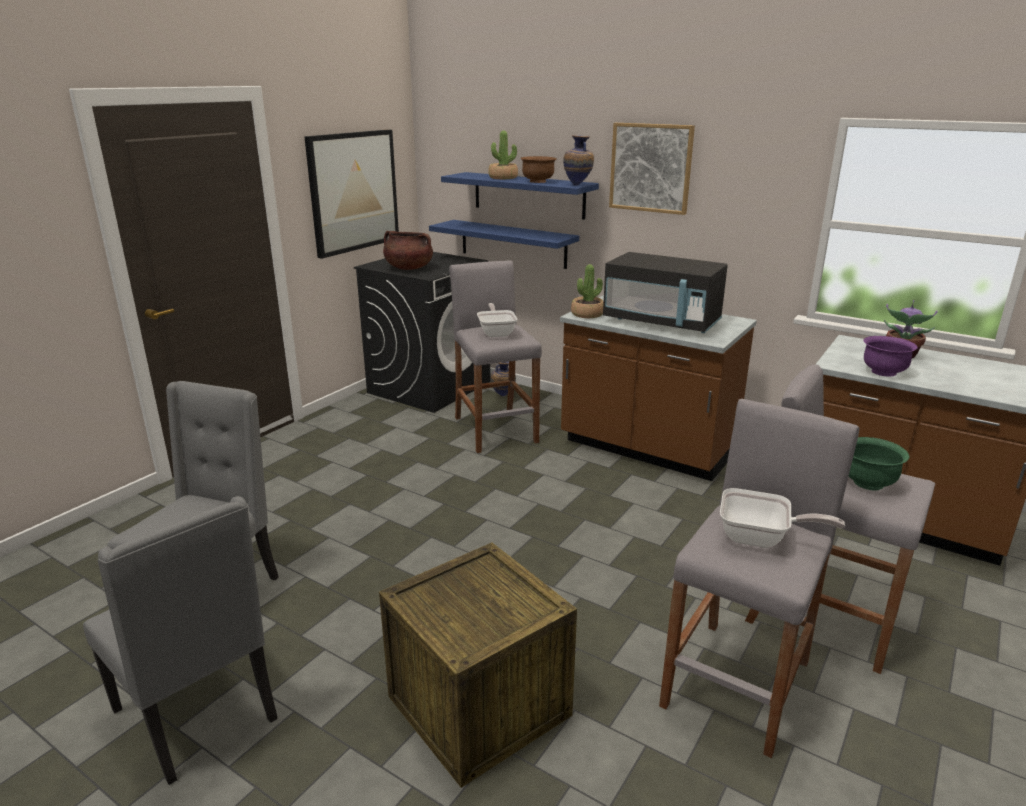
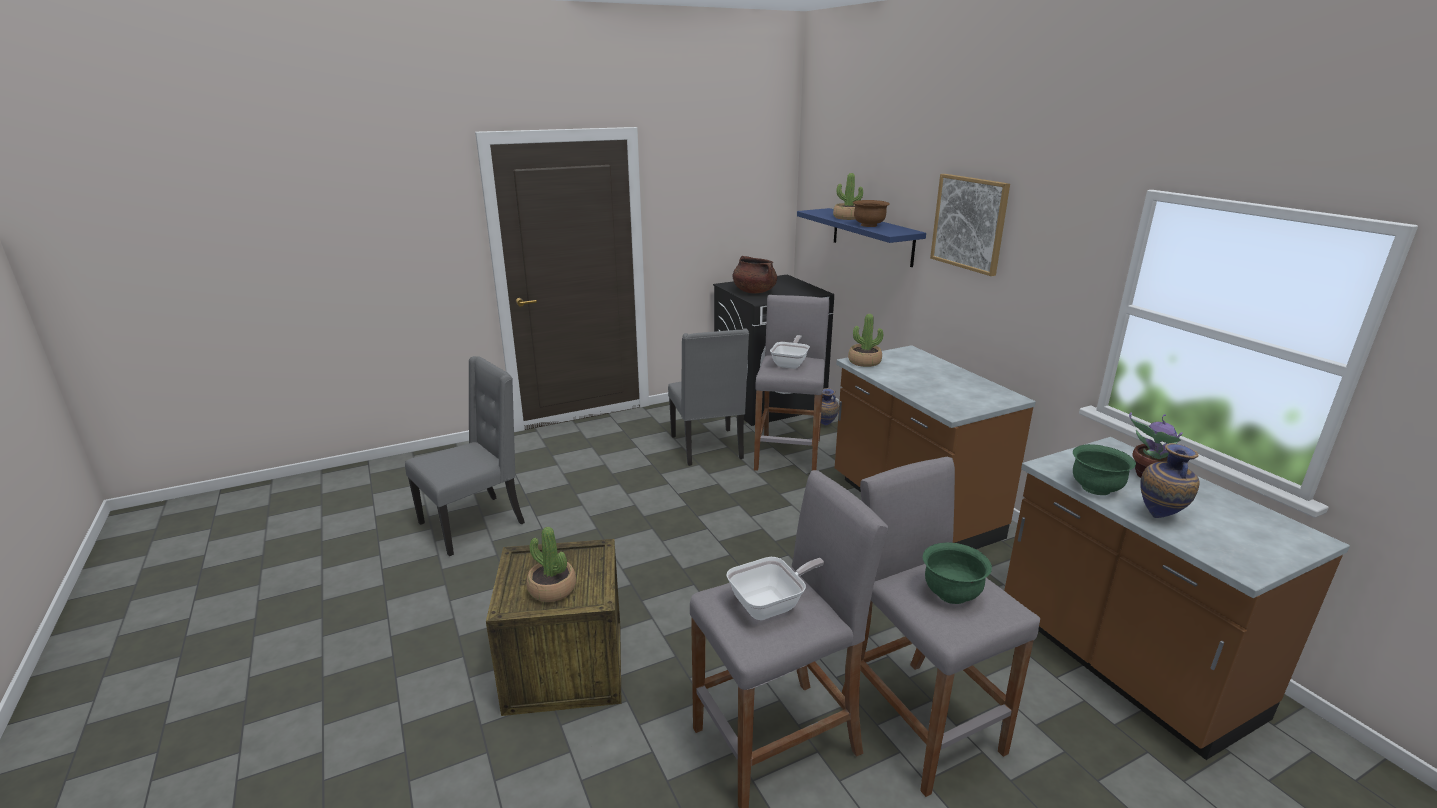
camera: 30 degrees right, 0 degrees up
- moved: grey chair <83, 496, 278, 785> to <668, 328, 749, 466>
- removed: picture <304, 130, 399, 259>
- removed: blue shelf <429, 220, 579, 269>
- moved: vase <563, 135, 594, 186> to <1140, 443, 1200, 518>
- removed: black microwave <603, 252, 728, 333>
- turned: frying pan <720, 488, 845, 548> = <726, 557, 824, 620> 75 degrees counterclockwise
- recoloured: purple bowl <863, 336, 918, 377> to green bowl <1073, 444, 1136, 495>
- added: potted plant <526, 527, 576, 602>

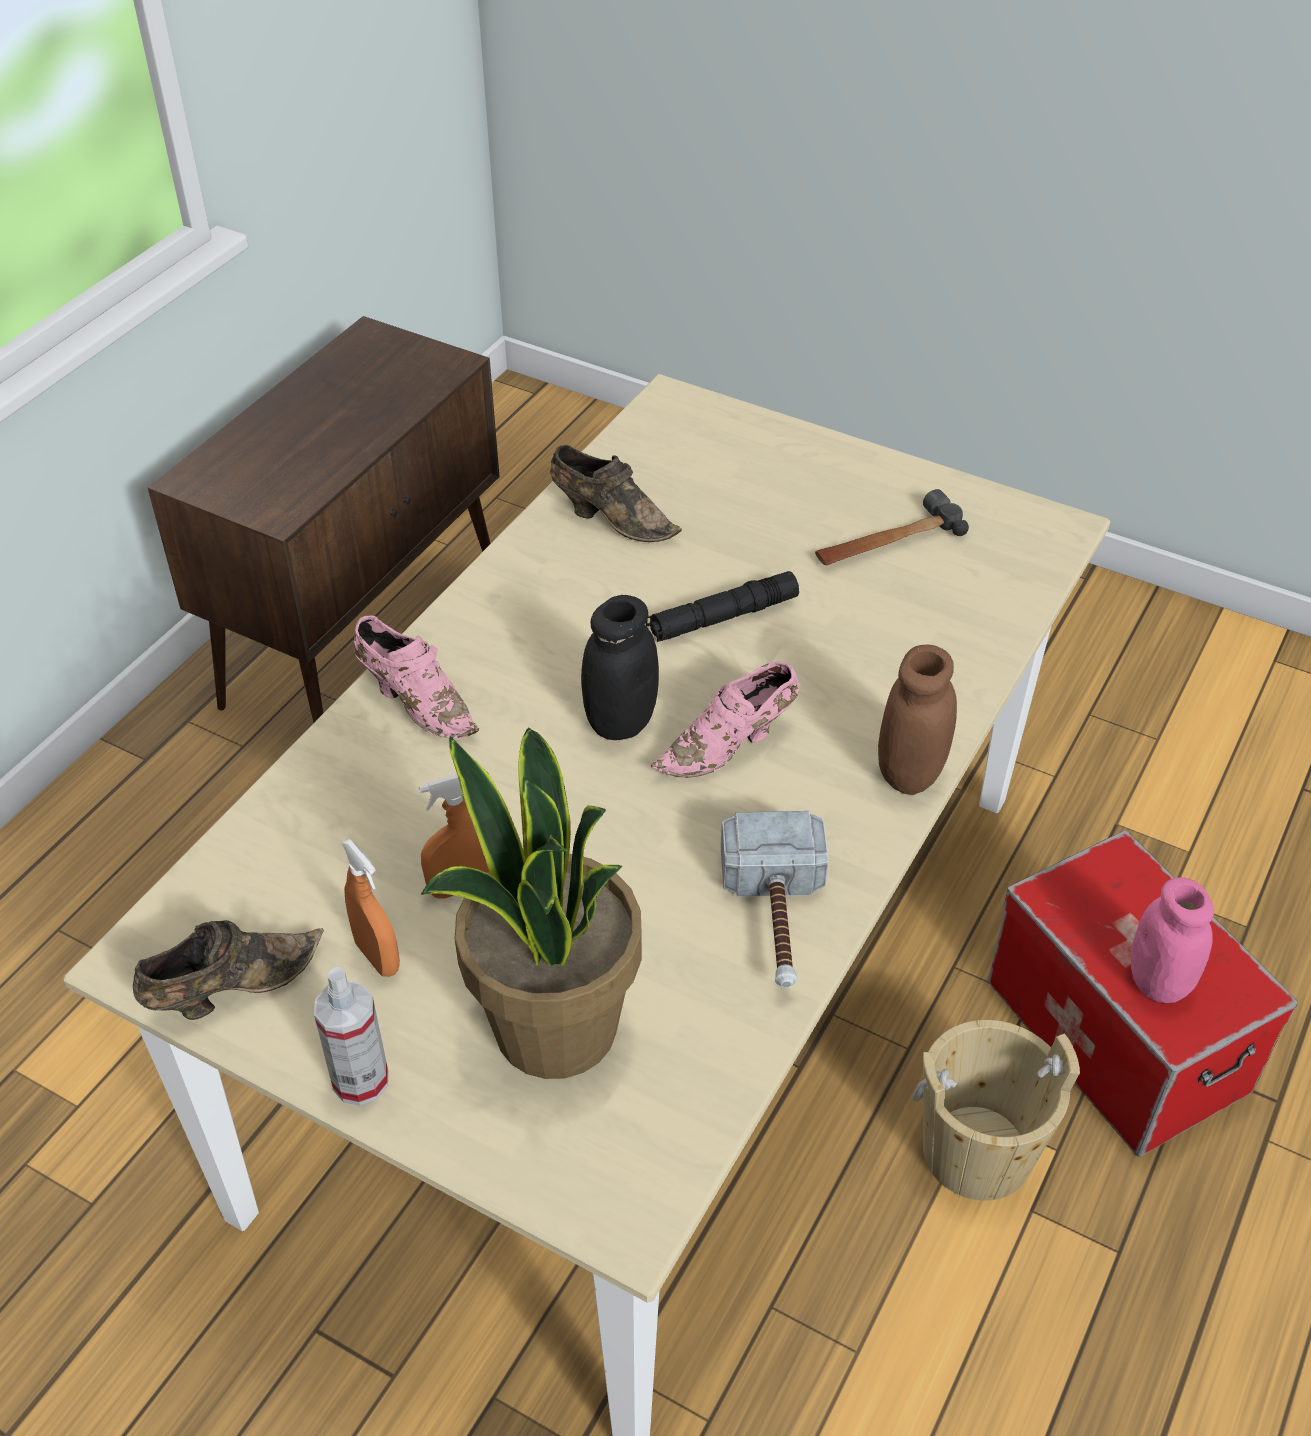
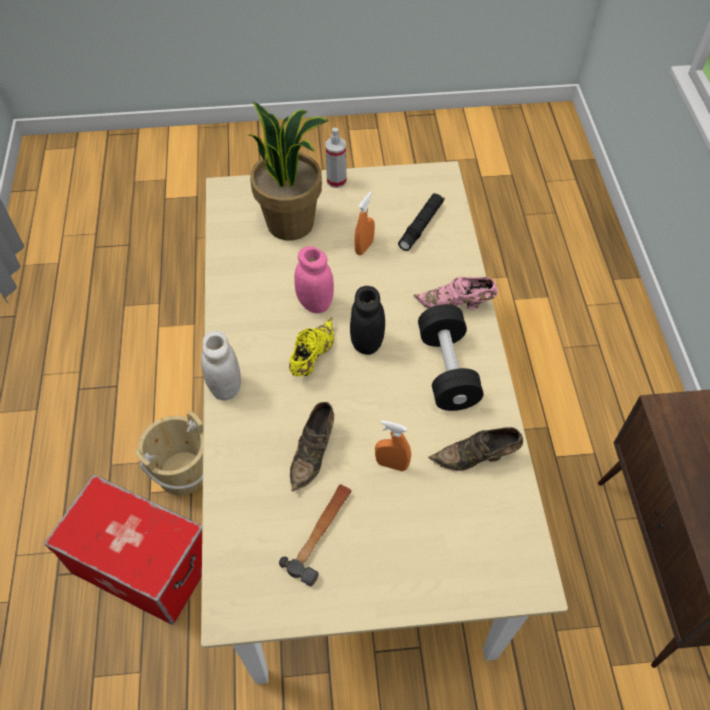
camera: 145 degrees right, 10 degrees up
- moved: brown shoe <133, 920, 324, 1020> to <290, 402, 334, 492>
- moved: orange spray bottle <342, 839, 400, 977> to <375, 420, 411, 471>
- moved: black flashlight <646, 571, 799, 642> to <398, 193, 445, 251>
- recoloured: pink shoe <651, 662, 799, 778> to yellow shoe <289, 318, 334, 377>
- removed: hammer <721, 811, 828, 988>
- recoloured: brown jar <878, 645, 957, 795> to white jar <201, 331, 241, 401>
- moved: pink jar <1131, 877, 1214, 1003> to <294, 246, 334, 313>
- added: black dumbbell <418, 304, 484, 411>

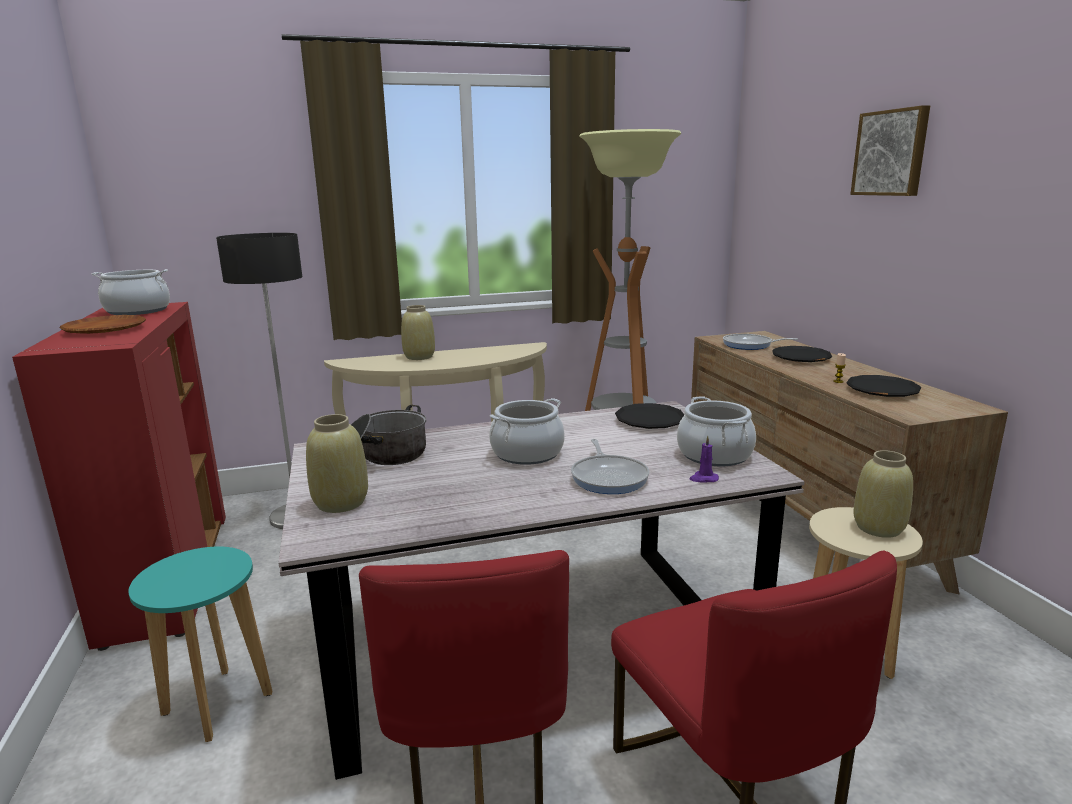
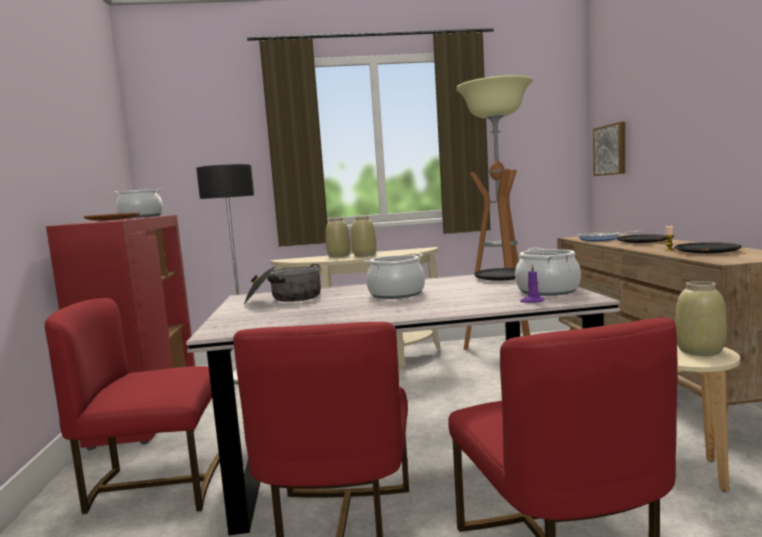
camera: 10 degrees right, 10 degrees down
- replaced: turquoise stool <128, 547, 272, 742> to red chair <45, 298, 220, 514>
- moved: beige vase <306, 414, 368, 513> to <351, 216, 377, 257>
- removed: frying pan <571, 439, 649, 494>
- moved: picture <850, 105, 930, 196> to <593, 122, 625, 176>

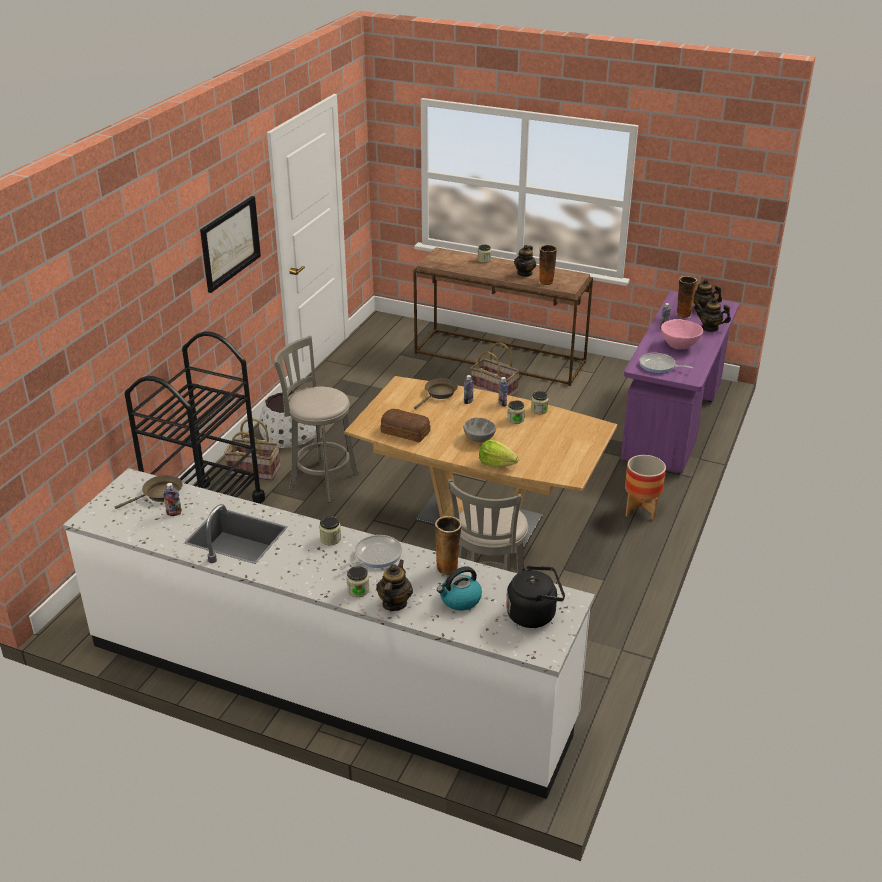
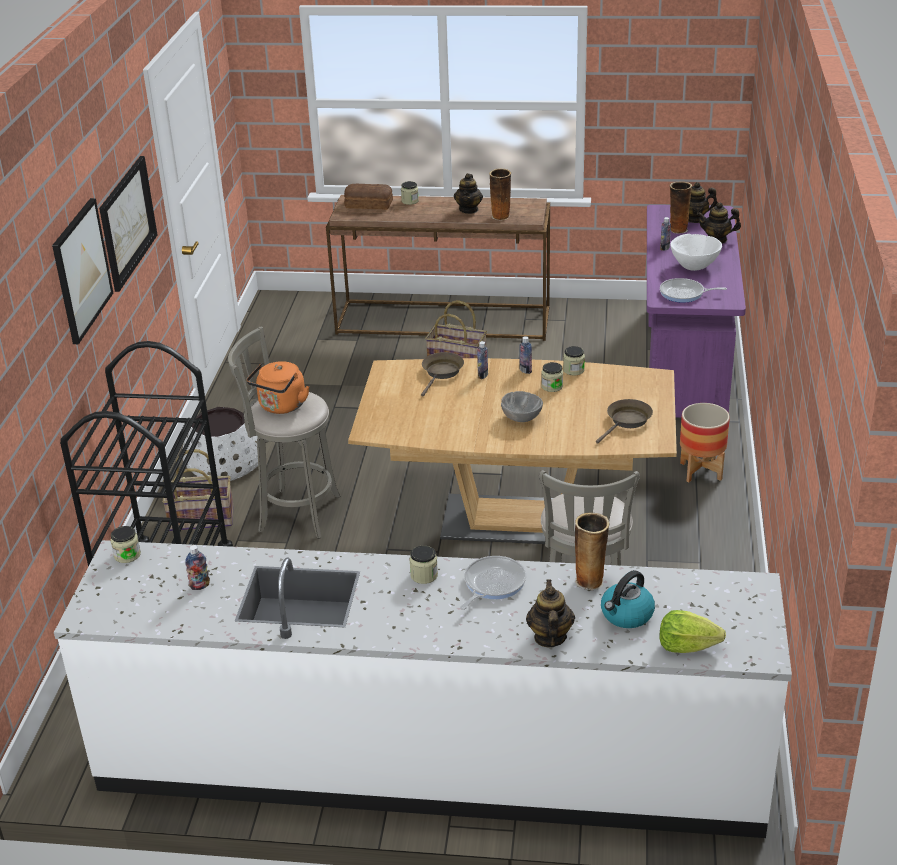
camera: 15 degrees left, 0 degrees up
- moved: brown frying pan <115, 475, 183, 509> to <596, 399, 653, 444>
- moved: jar <346, 566, 369, 597> to <111, 526, 141, 563>
- moved: bread <380, 409, 431, 442> to <344, 183, 393, 210>
- moved: lettuce <479, 439, 519, 467> to <659, 610, 726, 653>
- removed: black kettle <506, 566, 565, 628>
- recoloured: pink bowl <661, 319, 703, 350> to white bowl <670, 234, 722, 271>
- added: picture <52, 198, 113, 344>
- added: orange kettle <246, 361, 309, 414>

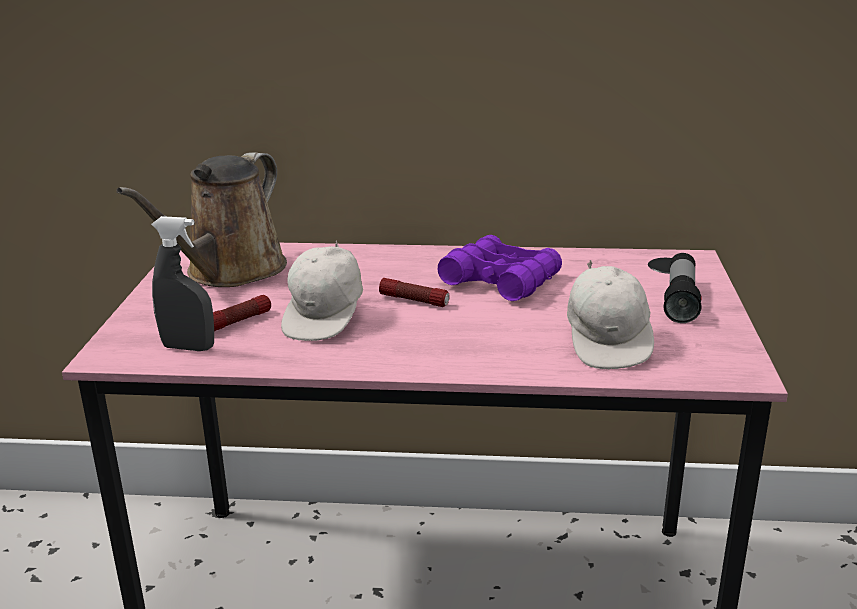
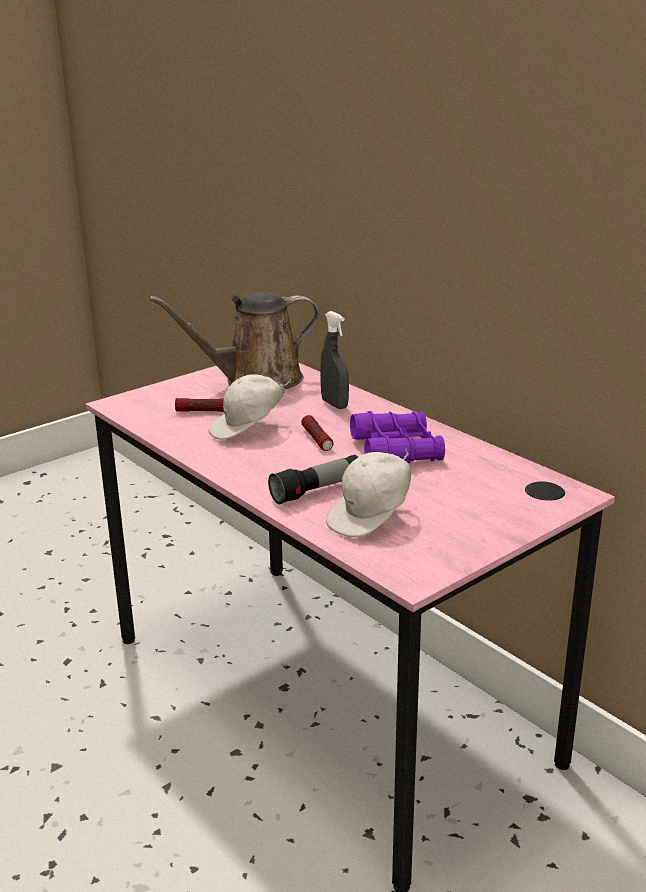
camera: 45 degrees right, 0 degrees up
- moved: grey spray bottle <151, 216, 214, 351> to <320, 311, 349, 409>
- moved: flashlight <664, 253, 701, 323> to <268, 455, 358, 505>

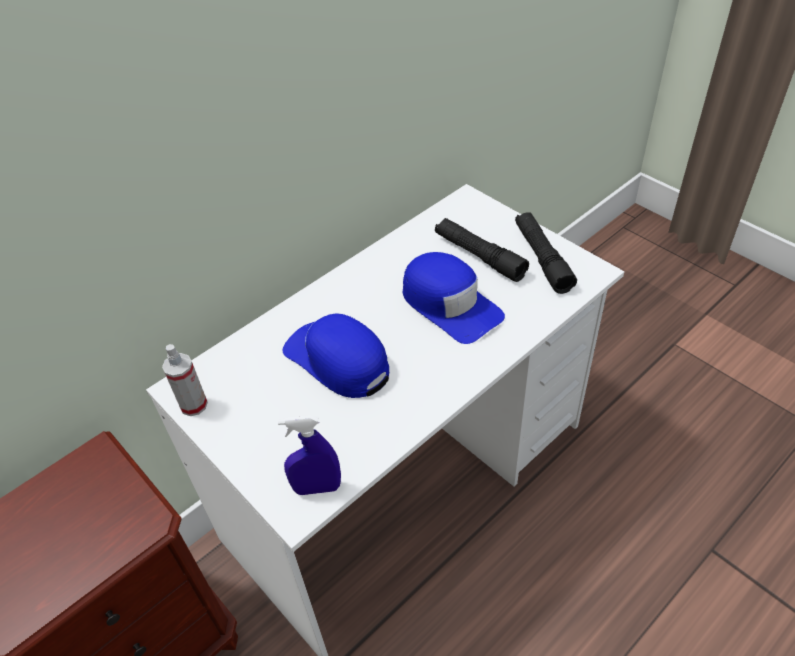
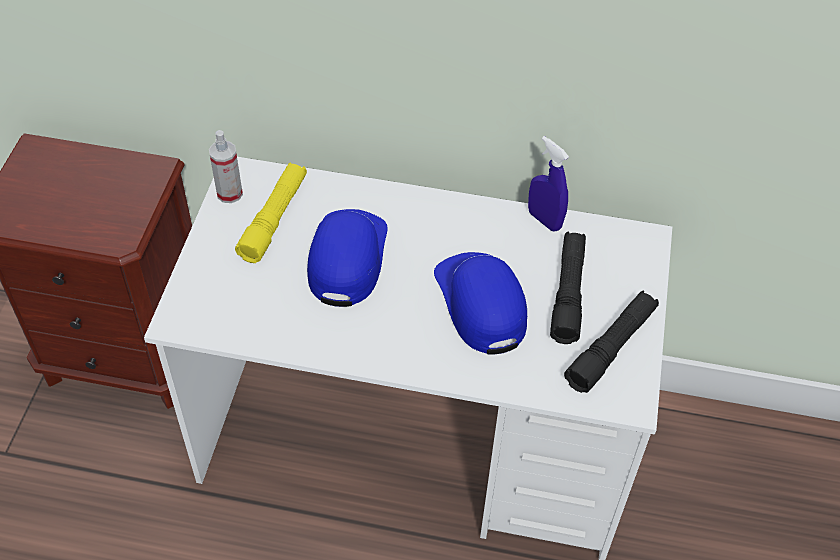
camera: 50 degrees right, 5 degrees up
- moved: blue spray bottle <278, 415, 341, 495> to <528, 136, 569, 232>
- turned: blue cap <403, 252, 505, 344> = <434, 252, 527, 355> 150 degrees clockwise
- added: yellow flashlight <235, 163, 307, 263>

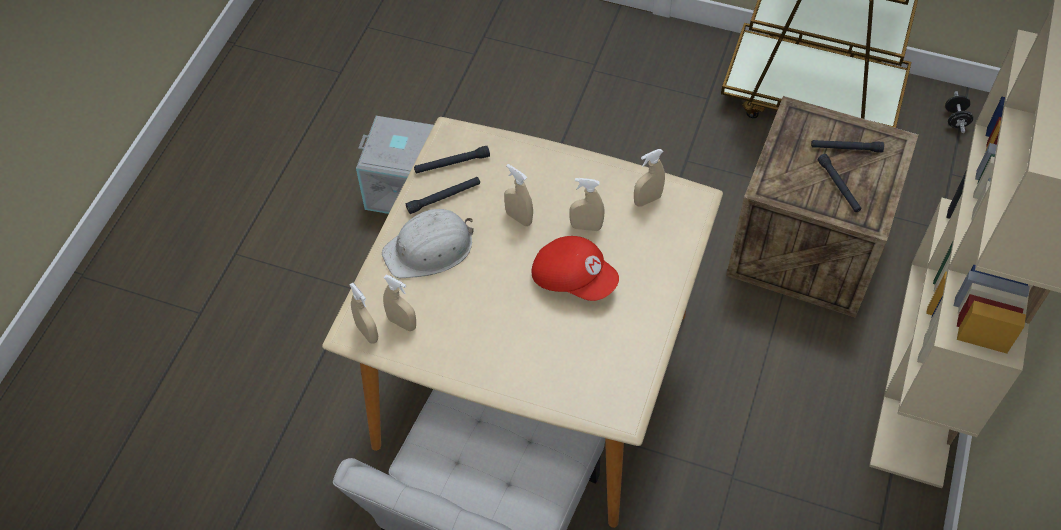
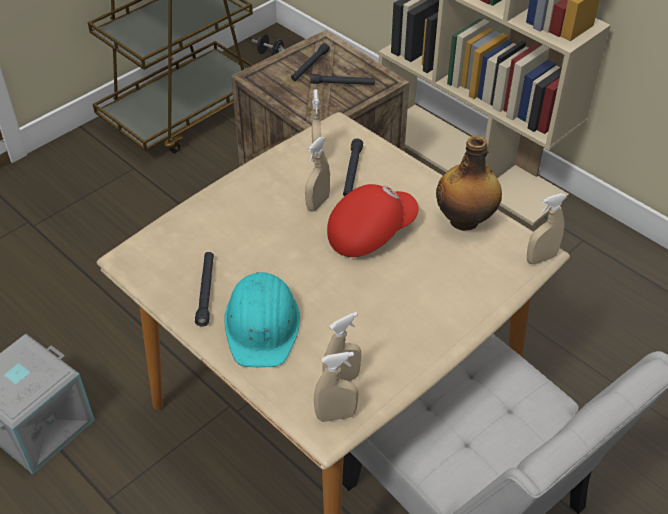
camera: 65 degrees left, 10 degrees down
- recoloured: white hard hat <382, 209, 474, 278> to turquoise hard hat <224, 272, 300, 367>
- moved: black flashlight <414, 146, 490, 173> to <343, 138, 363, 196>
- moved: beige spray bottle <504, 164, 533, 226> to <527, 193, 567, 264>
- added: bottle <436, 136, 502, 231>

